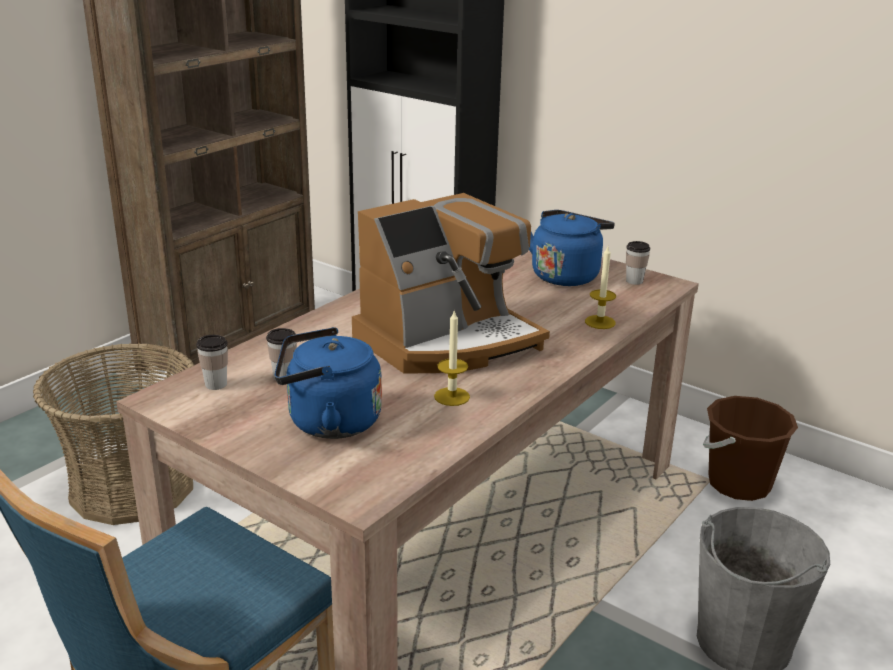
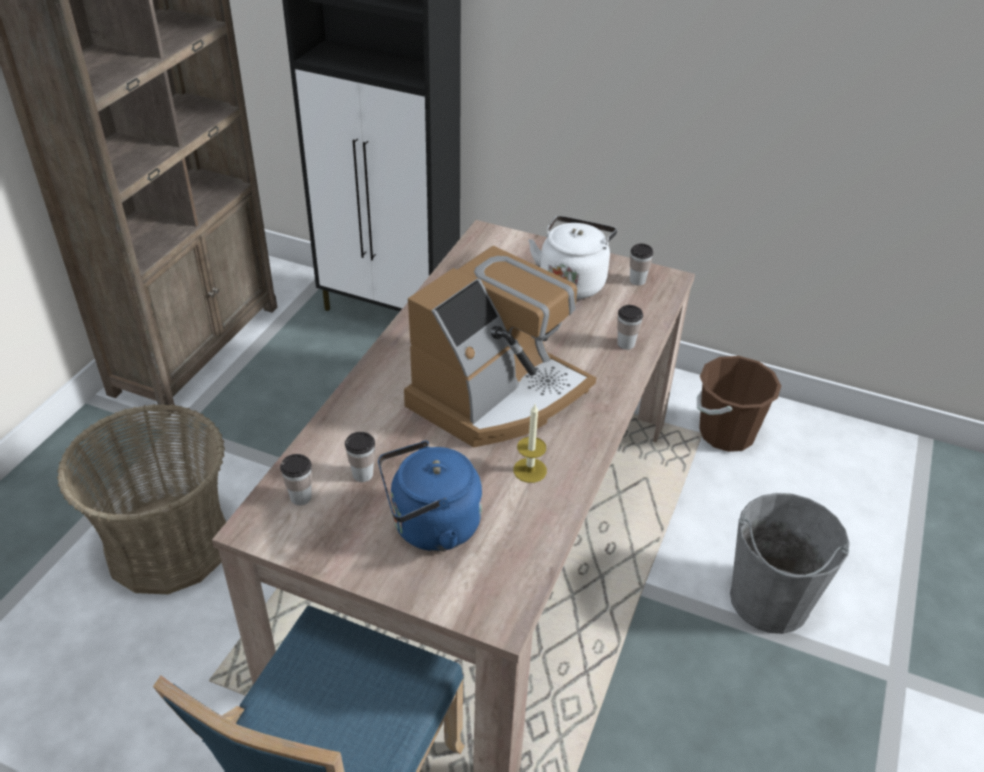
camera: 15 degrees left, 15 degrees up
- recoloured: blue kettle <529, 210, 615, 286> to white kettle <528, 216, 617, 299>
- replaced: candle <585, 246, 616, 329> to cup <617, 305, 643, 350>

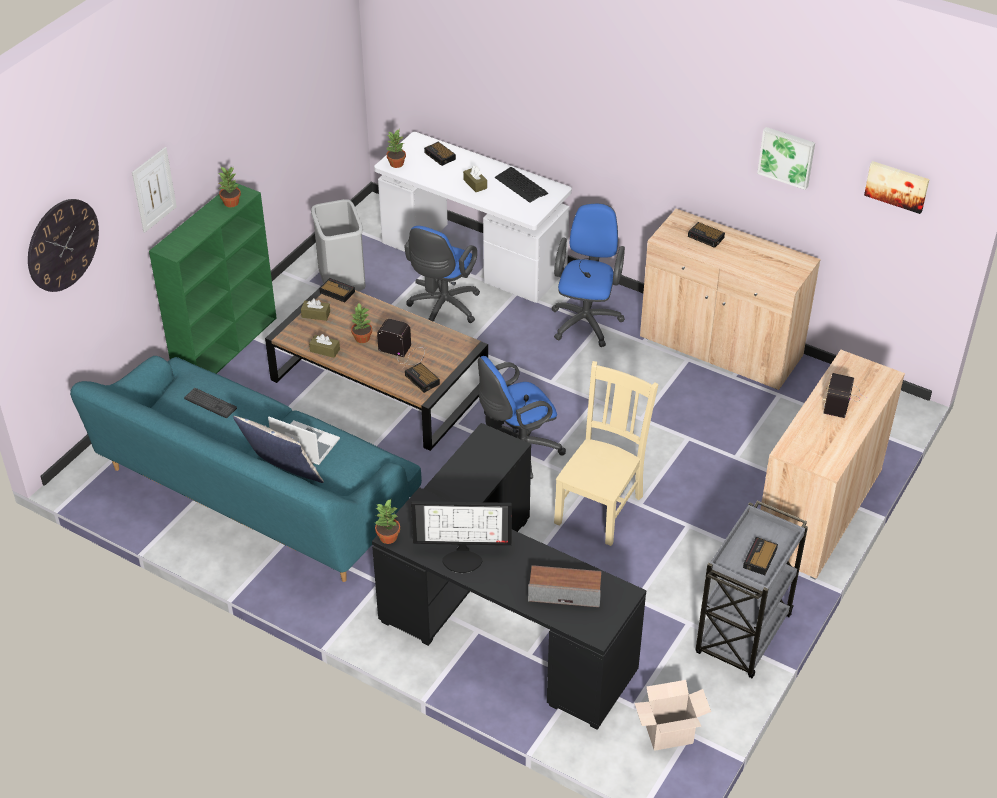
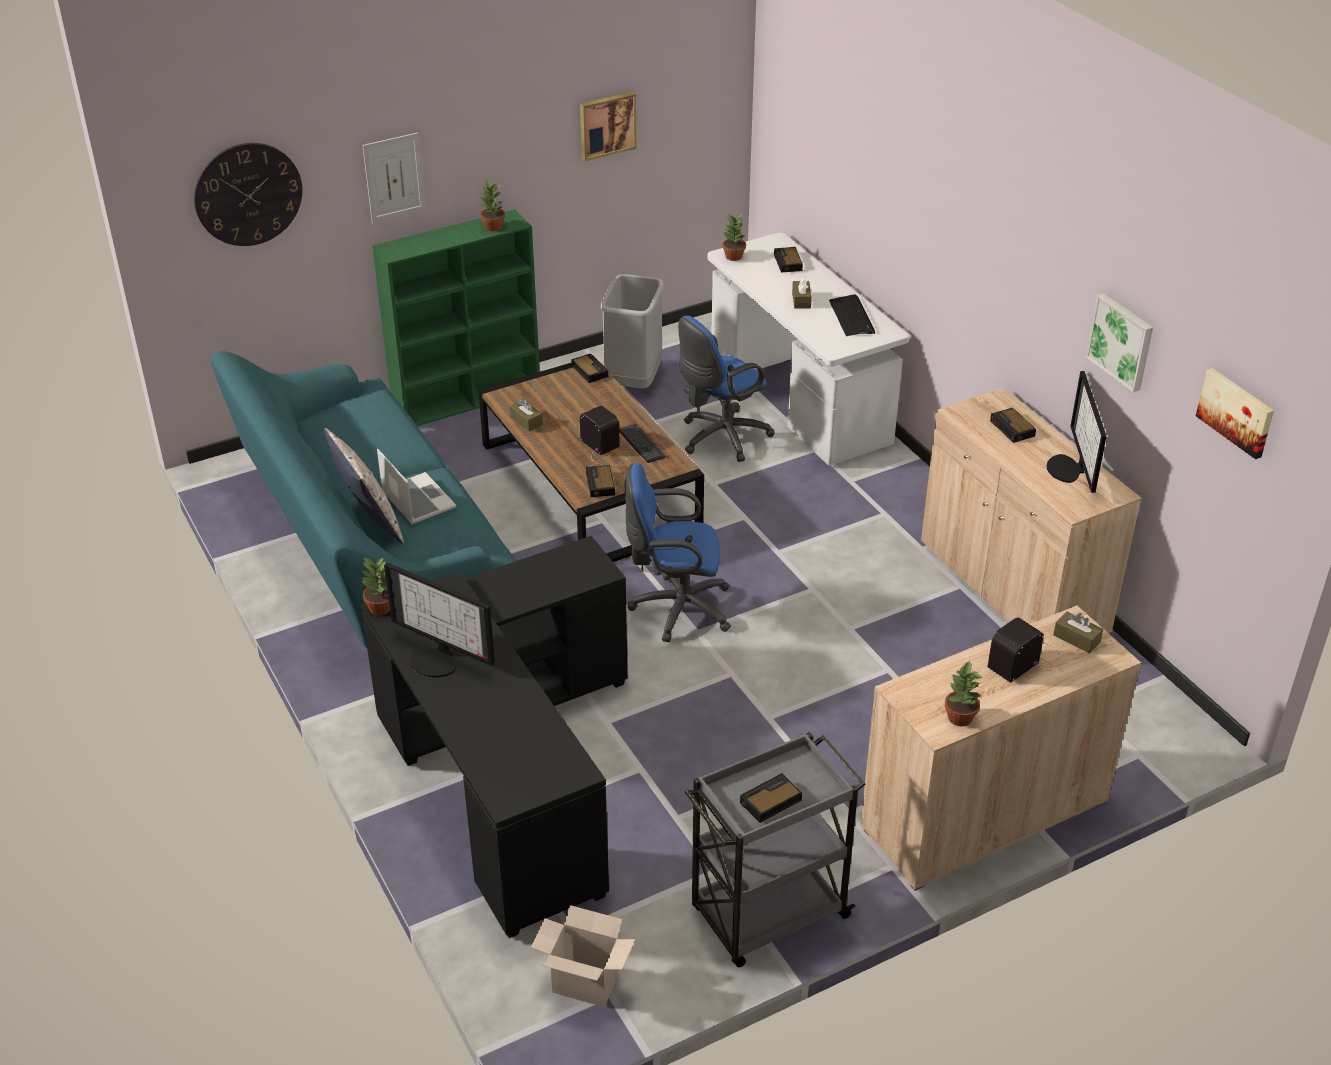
camera: 30 degrees right, 5 degrees down
- moved: keyboard <184, 388, 237, 418> to <619, 423, 665, 463>
- moved: brown tissue box <301, 298, 330, 321> to <1053, 612, 1103, 653>
- moved: potted plant <351, 304, 372, 343> to <945, 660, 982, 727>
- removed: speaker <528, 565, 602, 607>
- removed: blue office chair <551, 203, 625, 347>
- removed: beige chair <554, 361, 658, 546>
- added: picture <580, 92, 637, 161>
- added: monitor <1047, 371, 1107, 493>

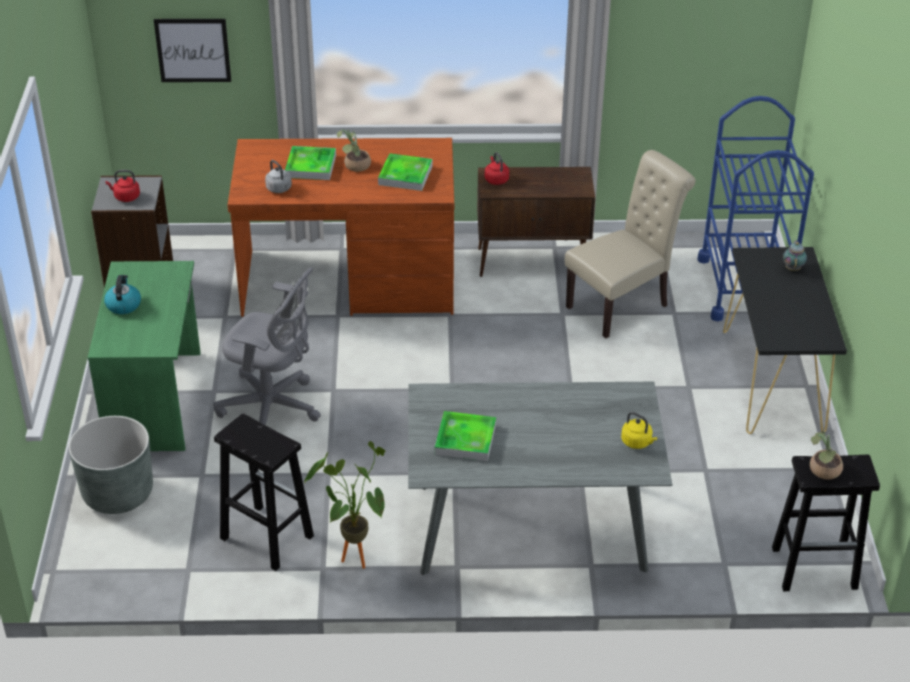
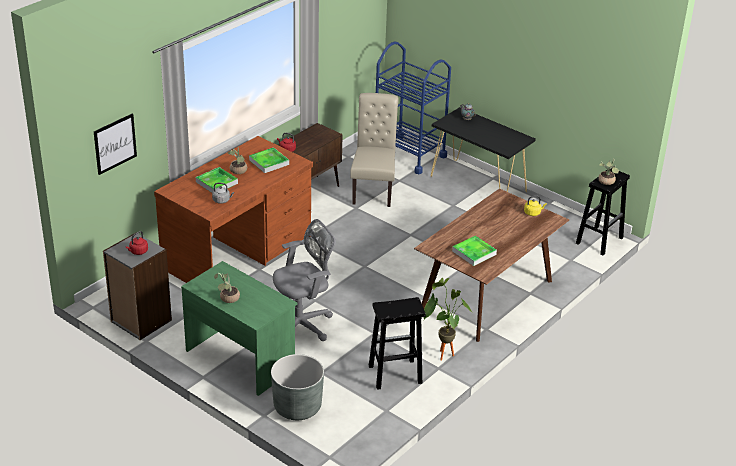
camera: 50 degrees left, 5 degrees down
- replaced: kettle <104, 275, 141, 314> to potted plant <214, 273, 240, 303>
- recoloured: grey dining table <408, 382, 672, 575> to brown dining table <414, 188, 569, 342>

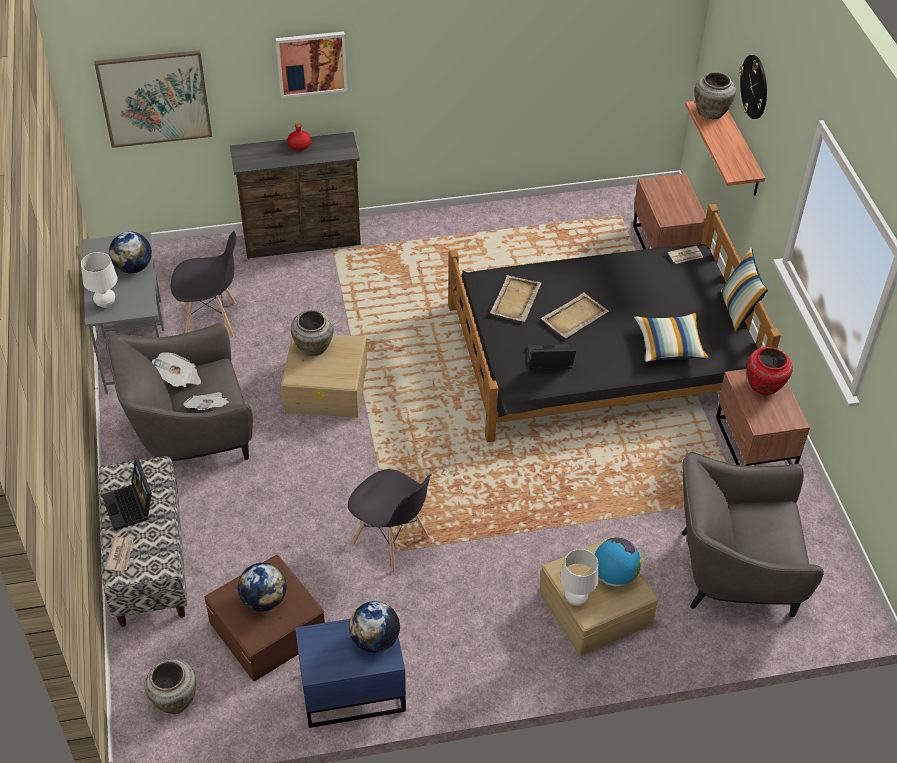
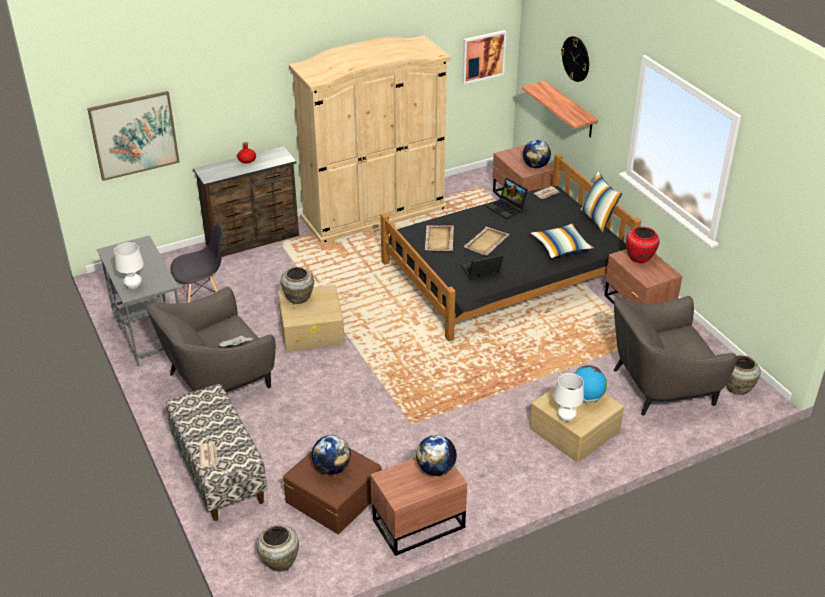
camera: 15 degrees left, 10 degrees down
- moved: laptop <102, 459, 152, 531> to <486, 178, 528, 219>
- moved: globe <109, 232, 152, 273> to <523, 140, 551, 168>
- removed: newspaper <152, 353, 201, 387>
- moved: picture <276, 31, 347, 98> to <462, 30, 507, 84>
- recoloured: blue nightstand <295, 619, 406, 728> to brown nightstand <370, 458, 467, 556>
- removed: grey chair <348, 469, 432, 574>
- moved: beige vase <694, 72, 736, 119> to <726, 355, 761, 395>
- added: beige wardrobe <289, 35, 451, 243>

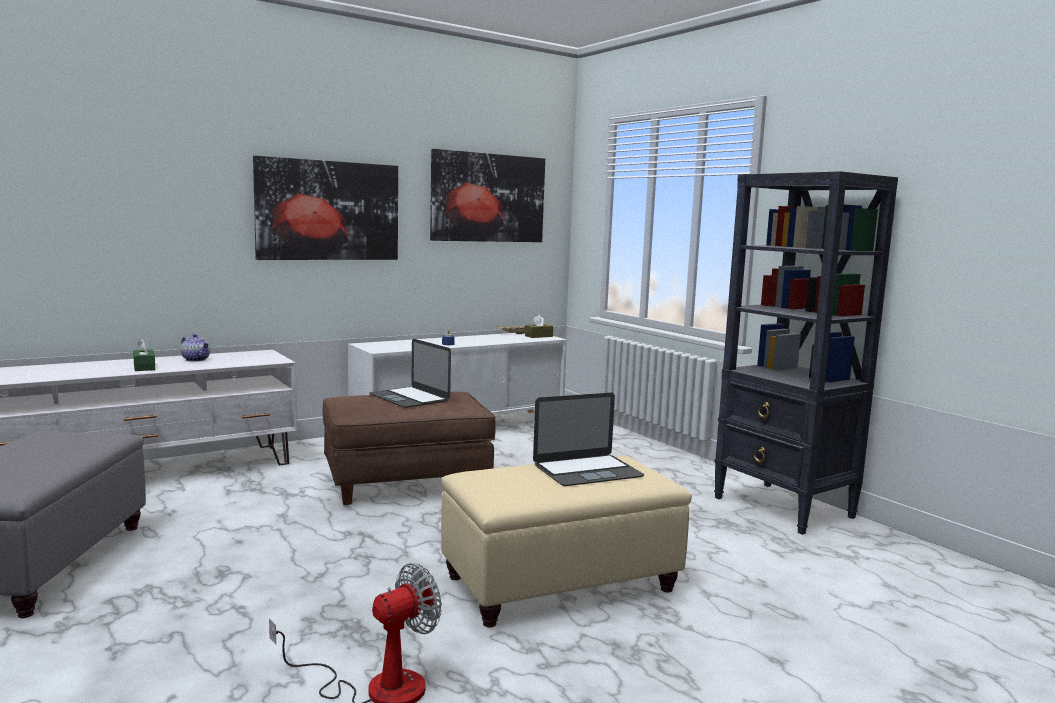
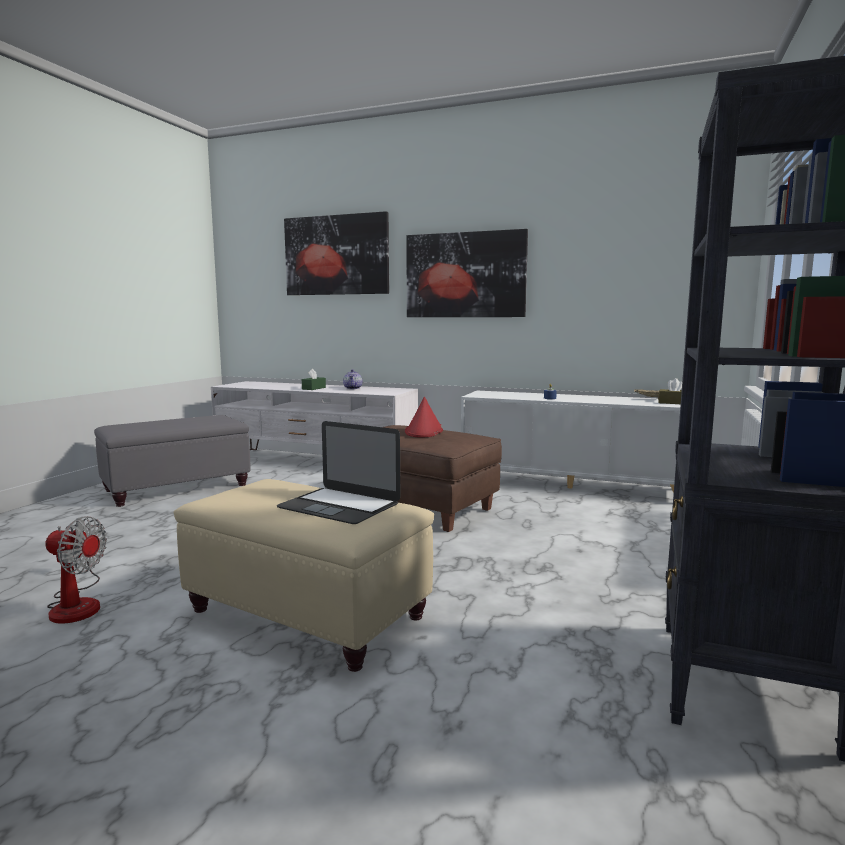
camera: 55 degrees right, 0 degrees up
- replaced: laptop <369, 339, 451, 408> to red hat <405, 397, 443, 438>
- moved: picture <430, 149, 545, 242> to <284, 211, 389, 295>

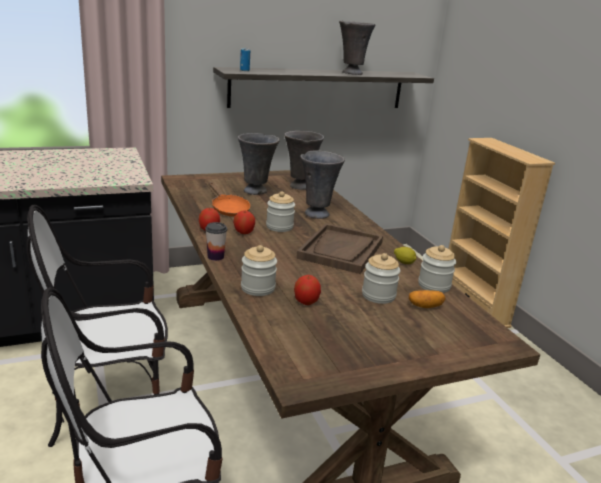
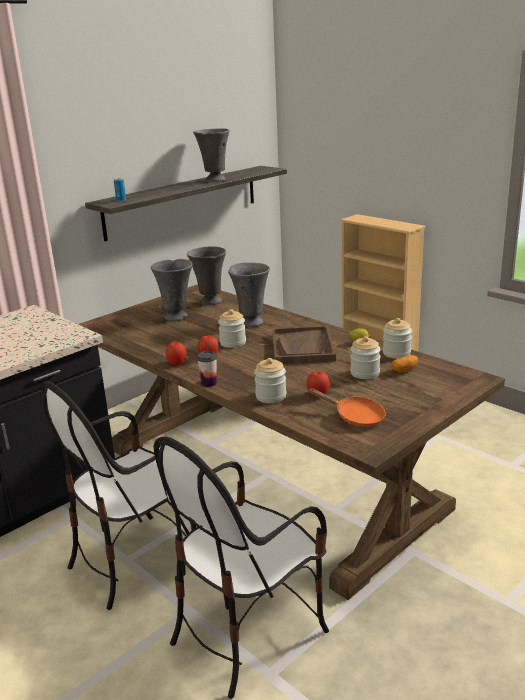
camera: 20 degrees left, 0 degrees up
- moved: orange frying pan <209, 183, 250, 216> to <309, 388, 386, 427>

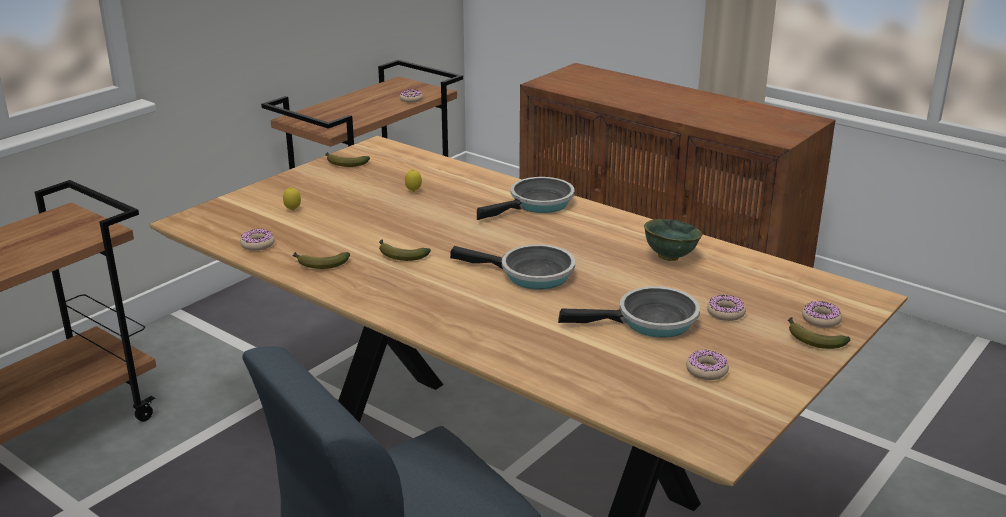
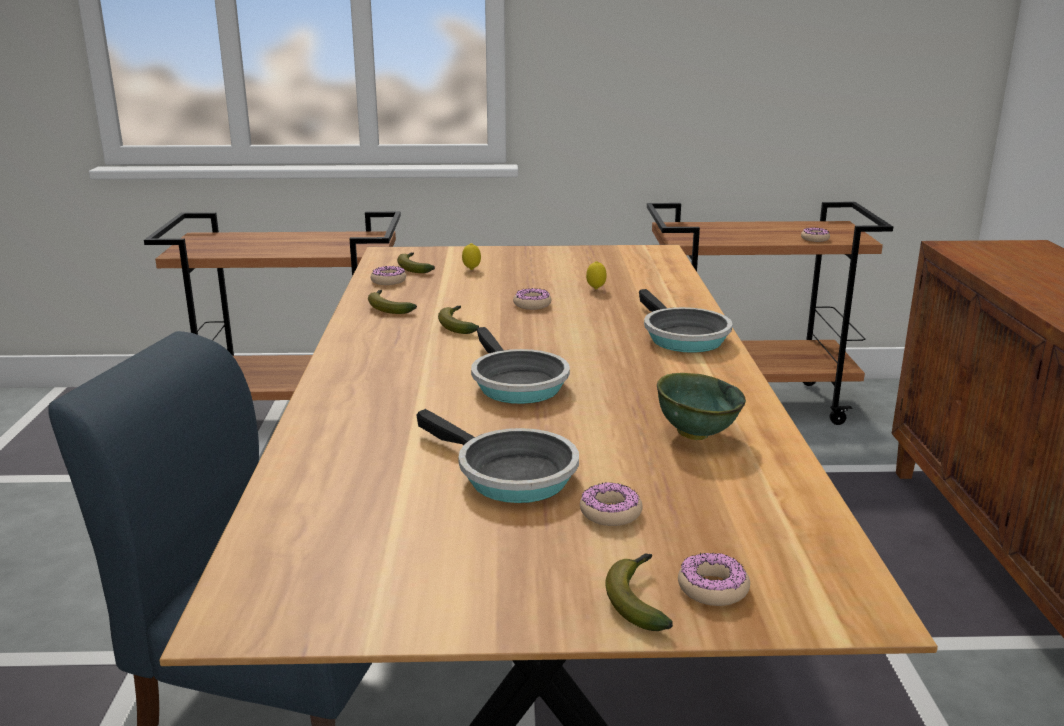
camera: 50 degrees right, 5 degrees down
- moved: banana <325, 152, 370, 167> to <397, 252, 435, 273>
- turned: frying pan <477, 177, 574, 220> = <639, 289, 733, 353> 60 degrees clockwise
- moved: donut <686, 349, 729, 380> to <513, 288, 551, 310>

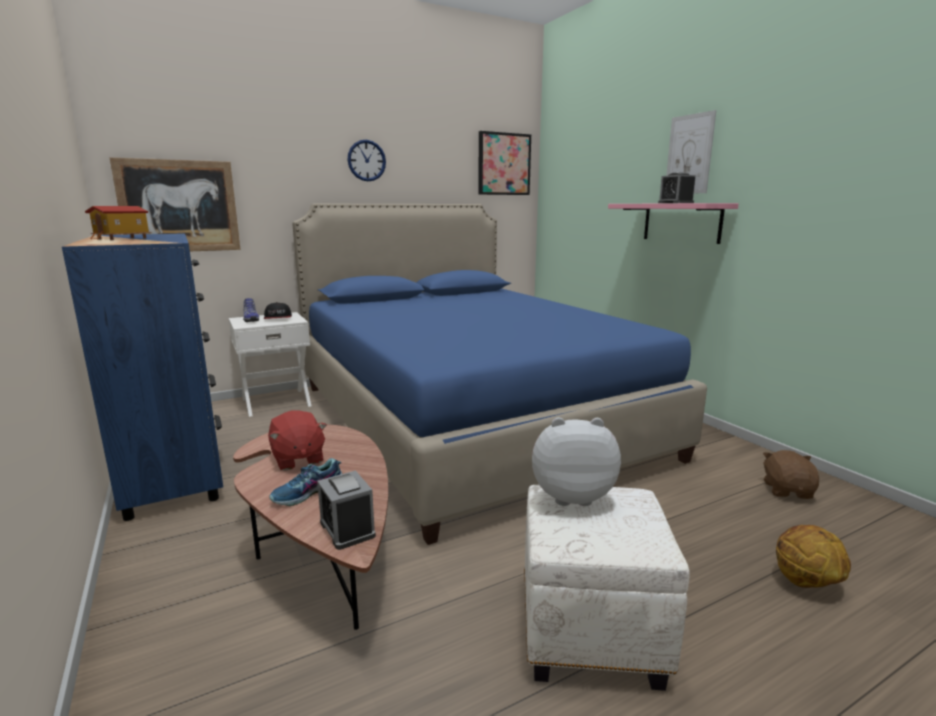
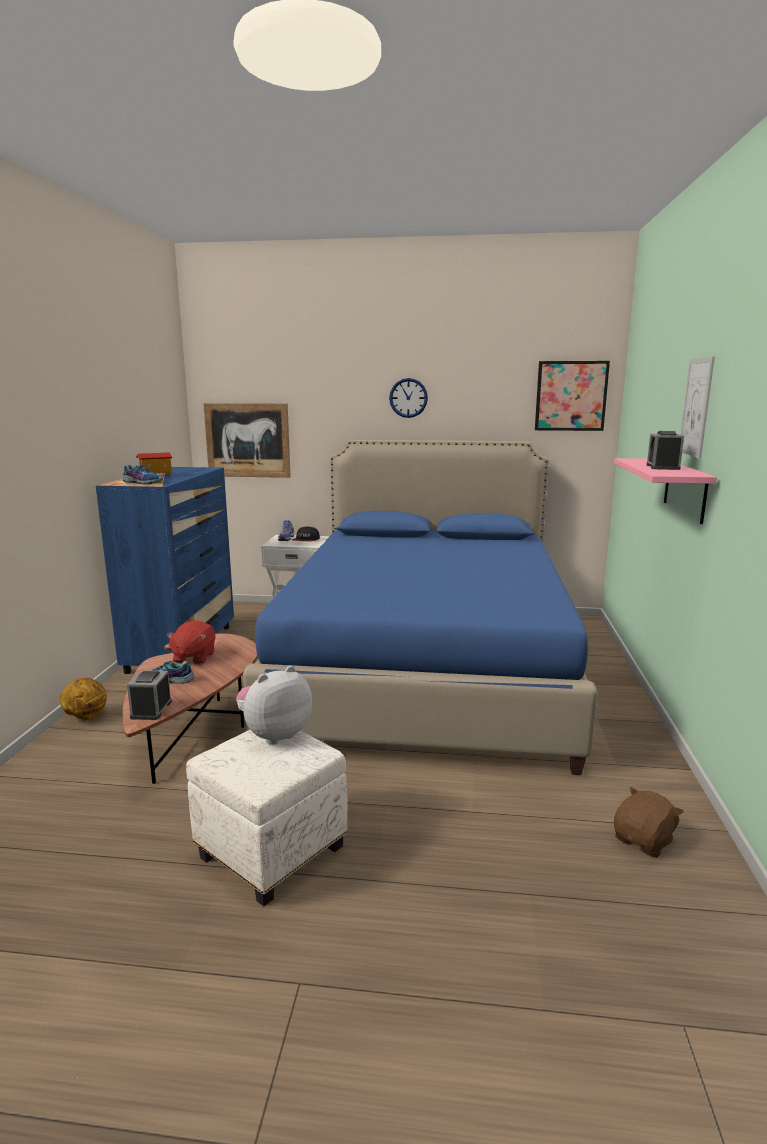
camera: 35 degrees right, 0 degrees up
- turned: plush toy <532, 417, 621, 506> = <236, 666, 312, 745> 75 degrees counterclockwise
- moved: basketball <776, 525, 851, 588> to <60, 678, 107, 720>
- added: shoe <122, 463, 163, 484>

